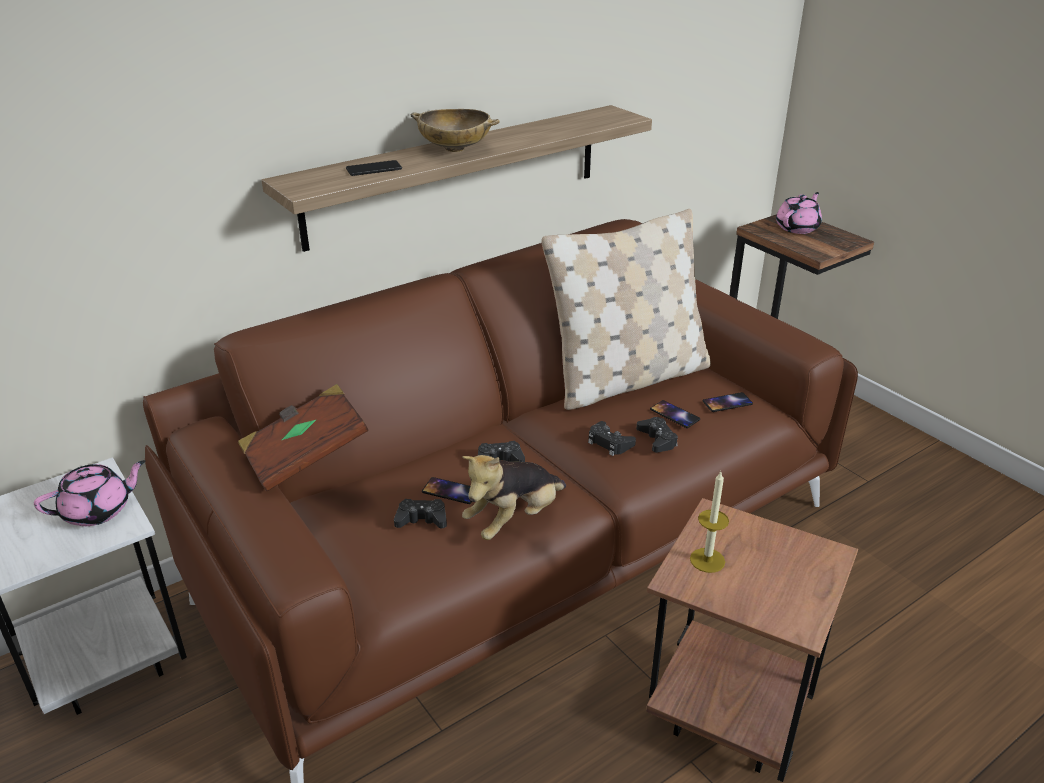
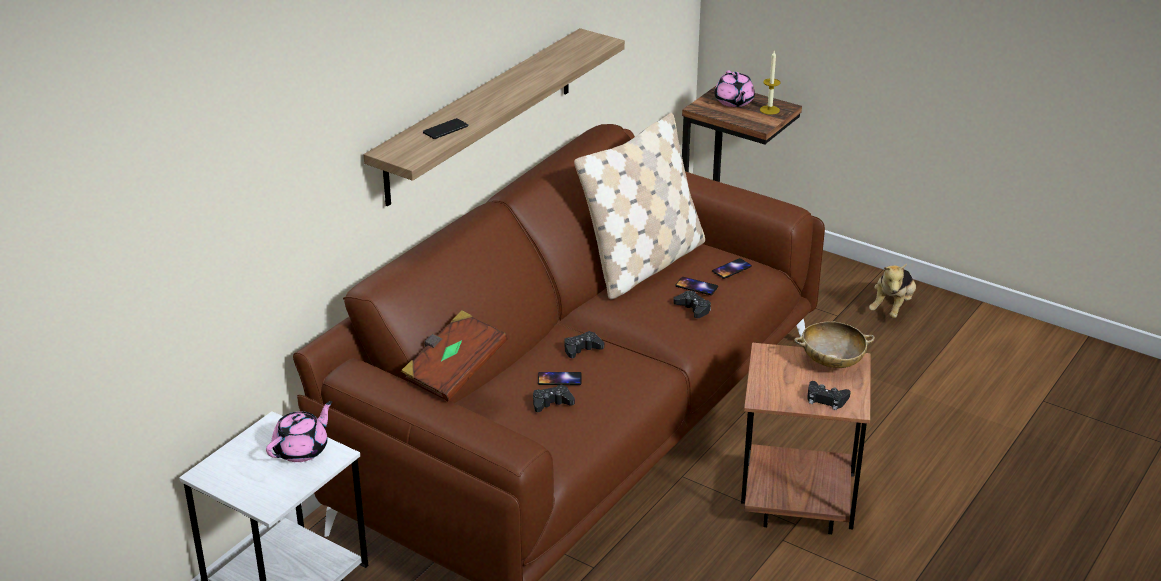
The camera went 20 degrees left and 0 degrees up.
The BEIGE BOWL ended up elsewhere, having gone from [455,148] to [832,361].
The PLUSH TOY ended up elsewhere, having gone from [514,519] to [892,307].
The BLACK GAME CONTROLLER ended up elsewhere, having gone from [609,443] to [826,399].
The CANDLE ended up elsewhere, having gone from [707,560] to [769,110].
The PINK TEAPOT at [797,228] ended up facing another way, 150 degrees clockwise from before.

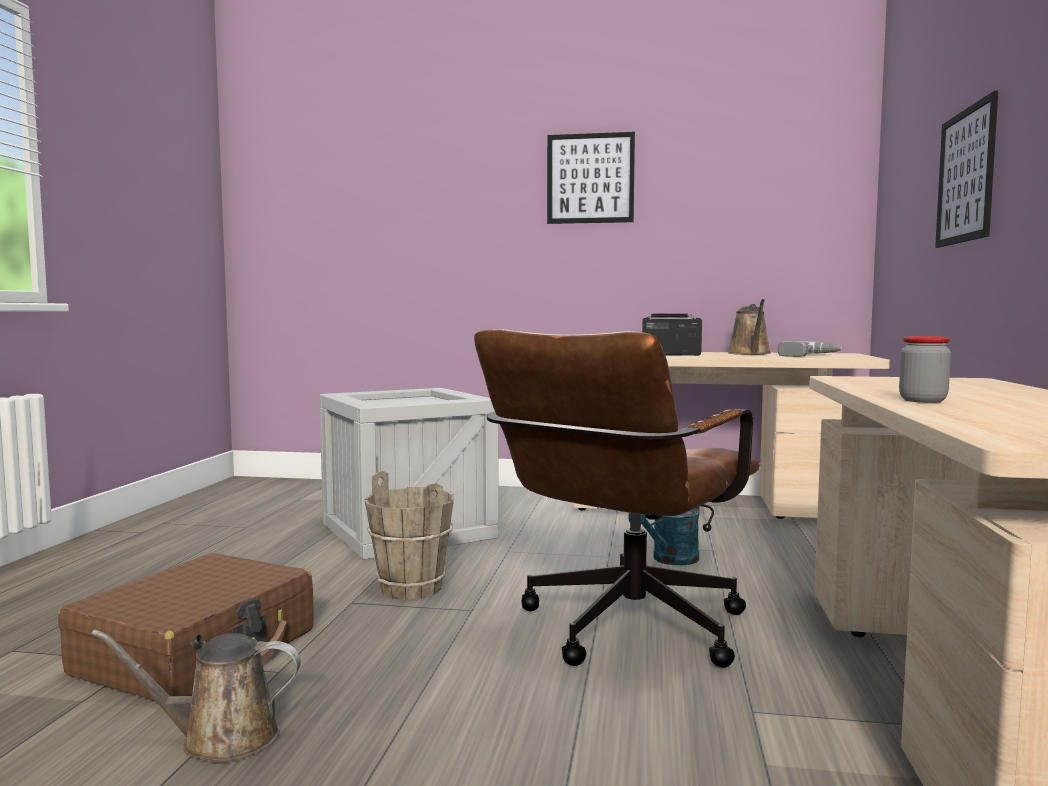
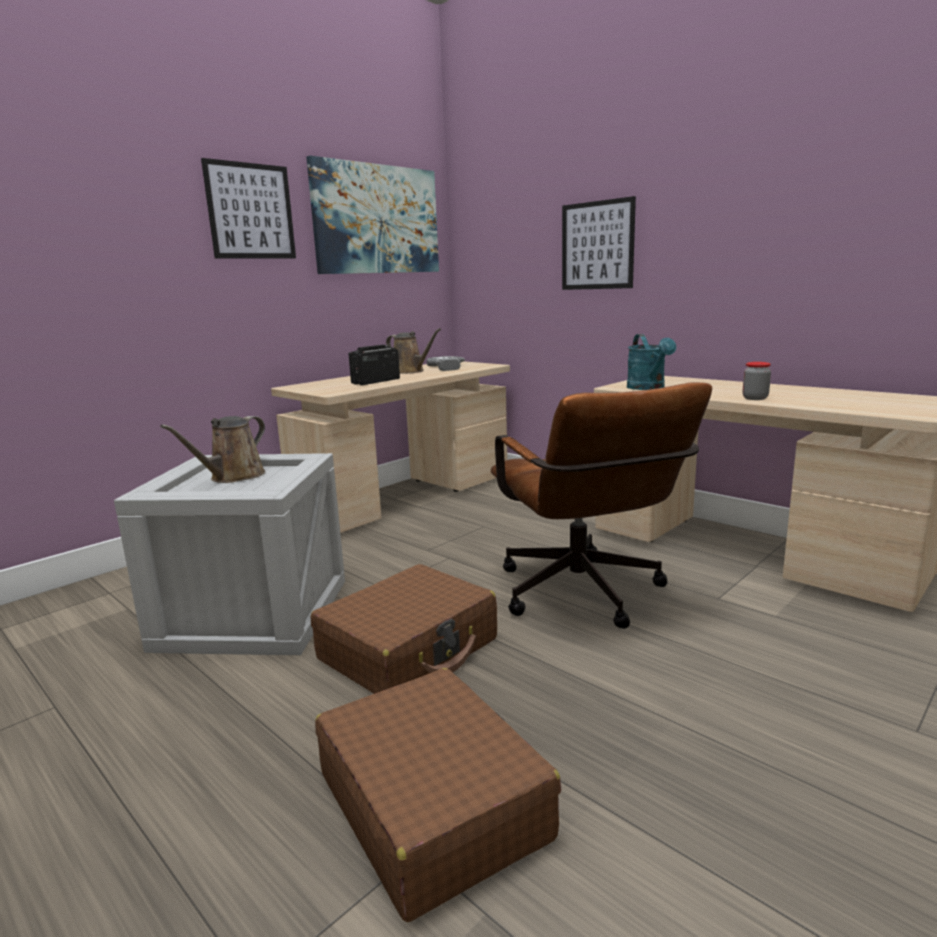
The camera went 55 degrees left and 10 degrees up.
The second view gained the PICTURE at [377,220].
The BROWN WATERING CAN ended up elsewhere, having gone from [220,738] to [233,477].
The TURQUOISE WATERING CAN ended up elsewhere, having gone from [670,560] to [648,388].
Where the BROWN BUCKET stood at [412,588], the BROWN SUITCASE came to stand at [409,649].

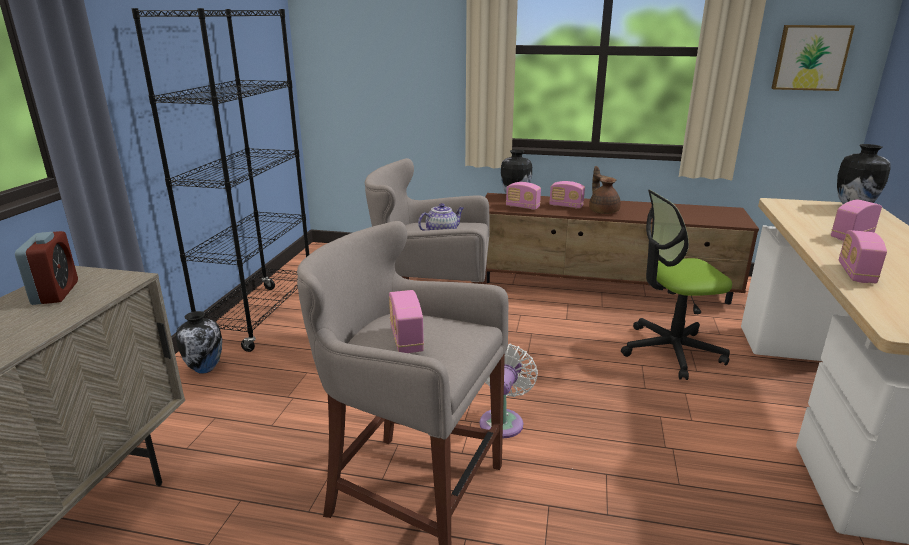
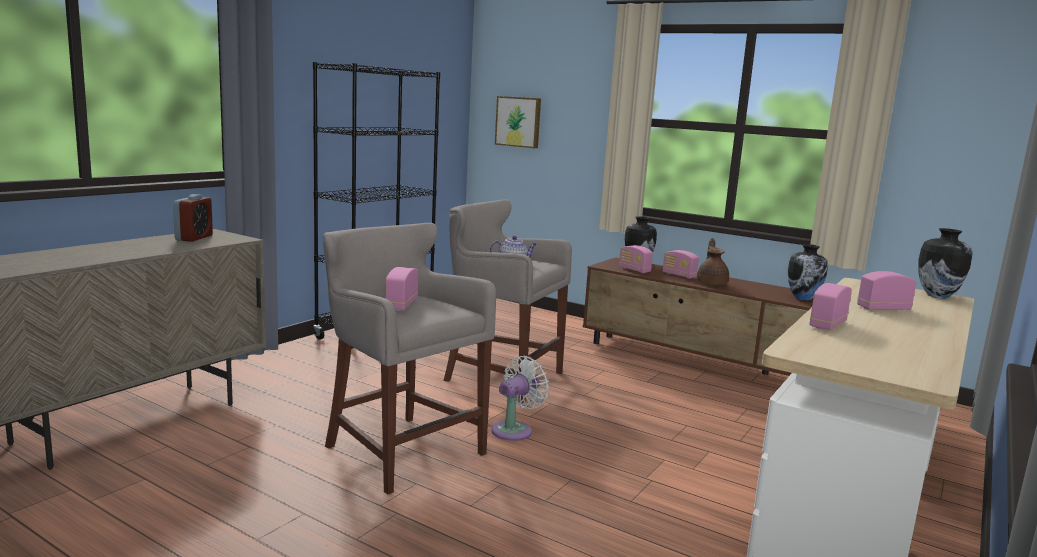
The camera went 20 degrees right and 10 degrees down.
The second view lost the OFFICE CHAIR at [671,351].
The VASE ended up elsewhere, having gone from [205,369] to [803,298].
The PICTURE ended up elsewhere, having gone from [810,57] to [518,122].

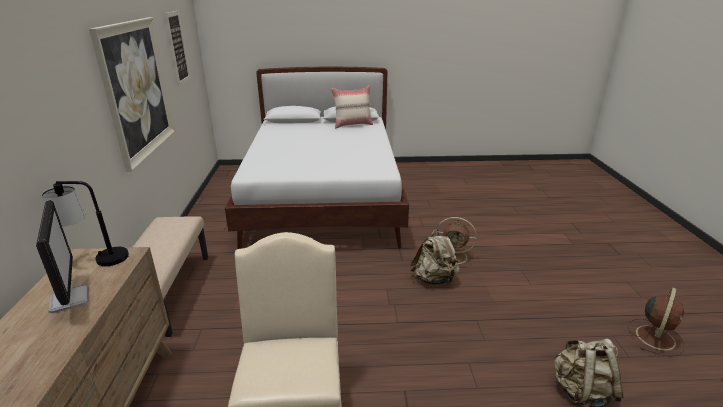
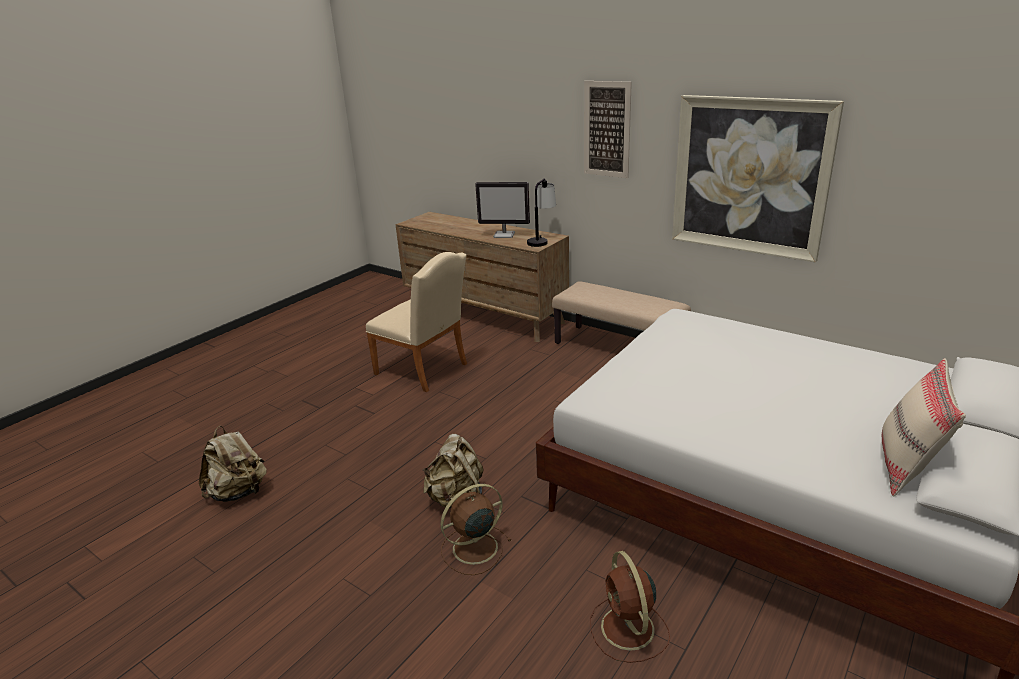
The camera went 130 degrees right and 0 degrees up.
The PICTURE ended up elsewhere, having gone from [178,48] to [606,129].
The BROWN FAN ended up elsewhere, having gone from [655,336] to [628,630].

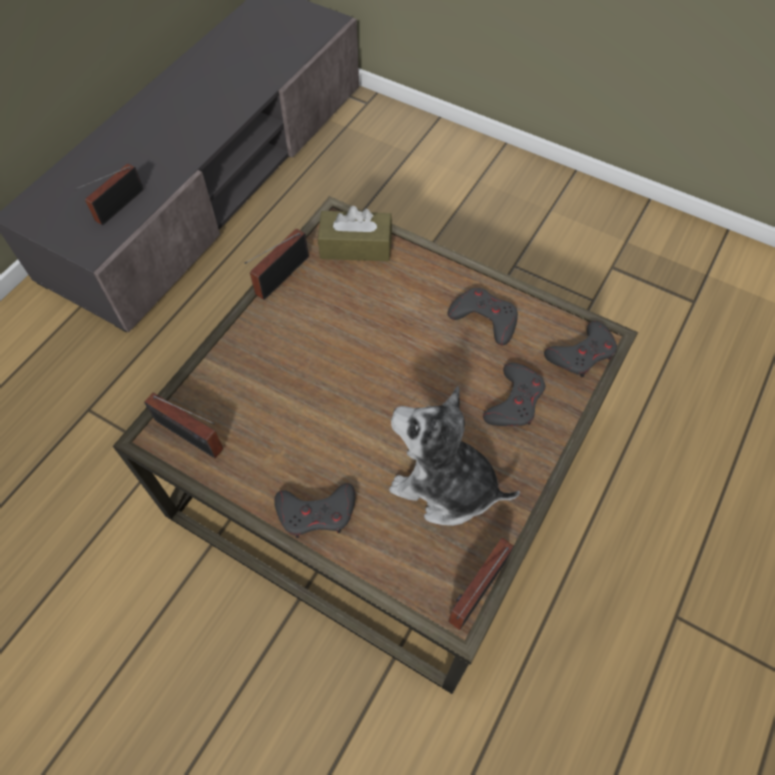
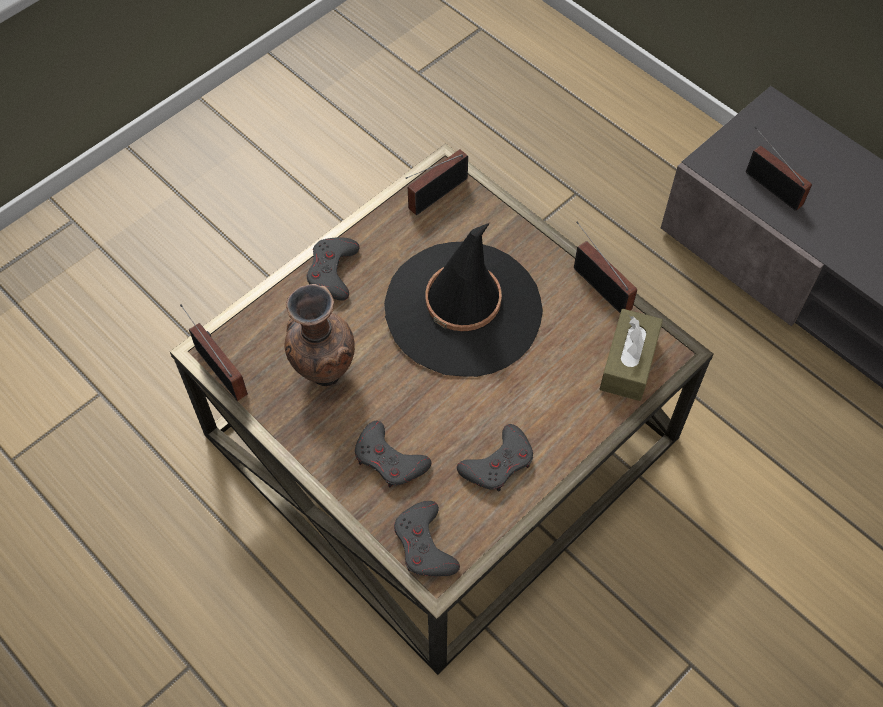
The camera went 105 degrees right and 0 degrees up.
The second view gained the BLACK HAT at [463,309].
Where the PLUSH TOY stood at [444,485], the BROWN VASE came to stand at [323,373].

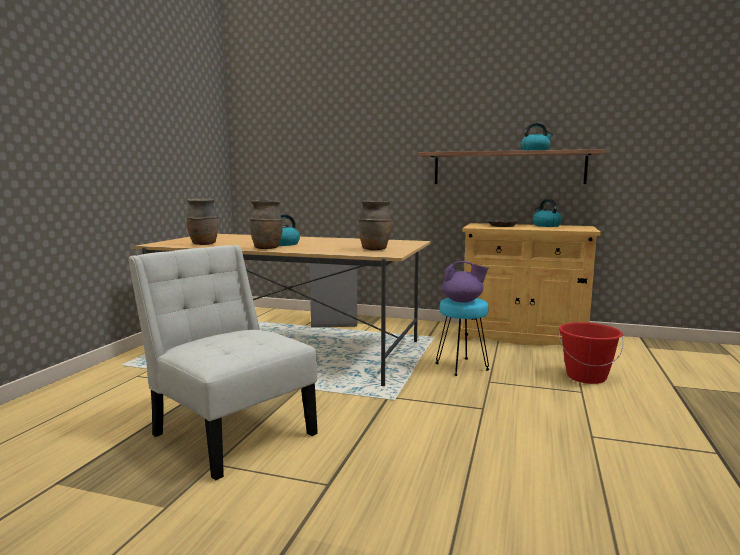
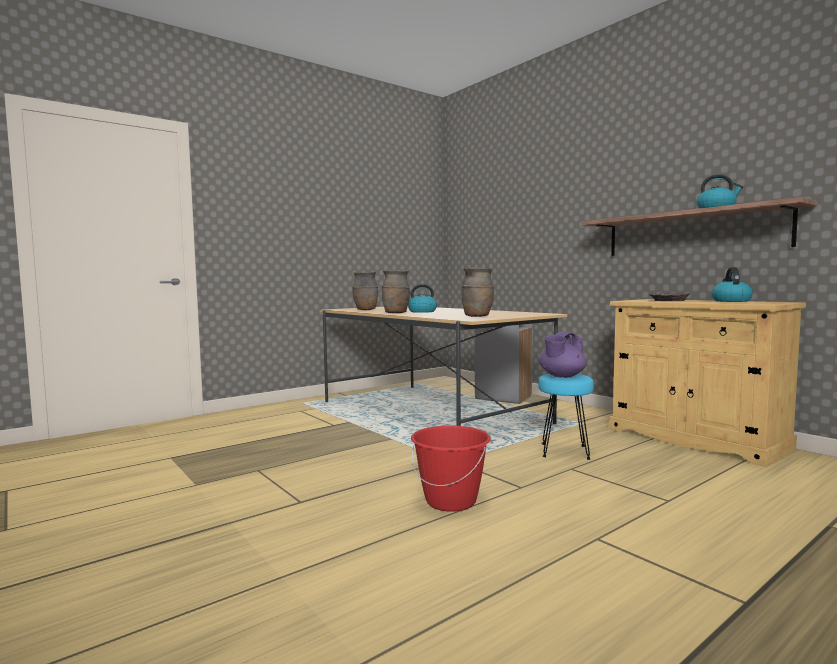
The camera went 35 degrees right and 5 degrees down.
The second view lost the WHITE CHAIR at [230,431].
The RED BUCKET ended up elsewhere, having gone from [586,377] to [451,501].
The PURPLE TEAPOT at [463,301] ended up facing another way, 90 degrees clockwise from before.

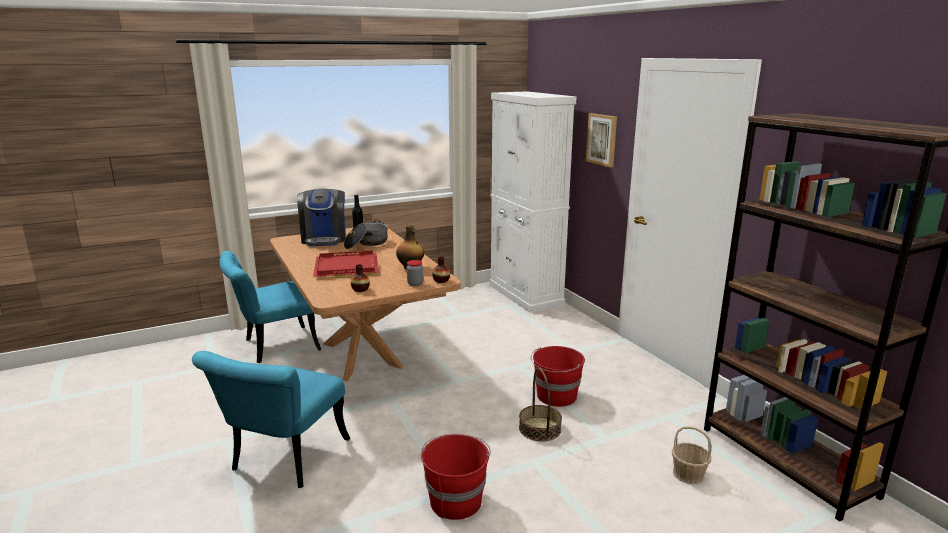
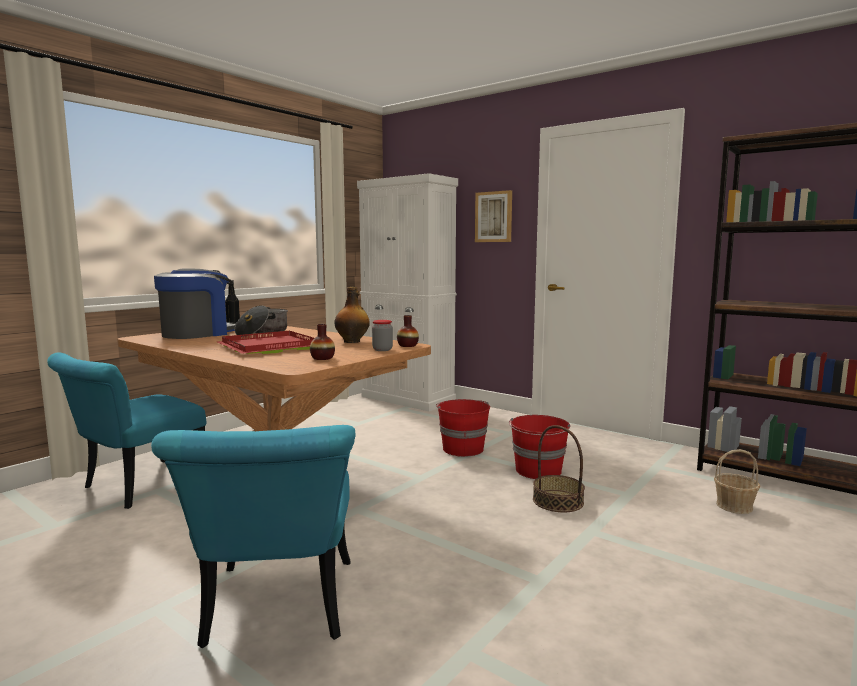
The camera went 25 degrees left and 10 degrees down.
The RED BUCKET ended up elsewhere, having gone from [455,500] to [462,449].
The COFFEE MACHINE at [324,239] ended up facing another way, 105 degrees counterclockwise from before.

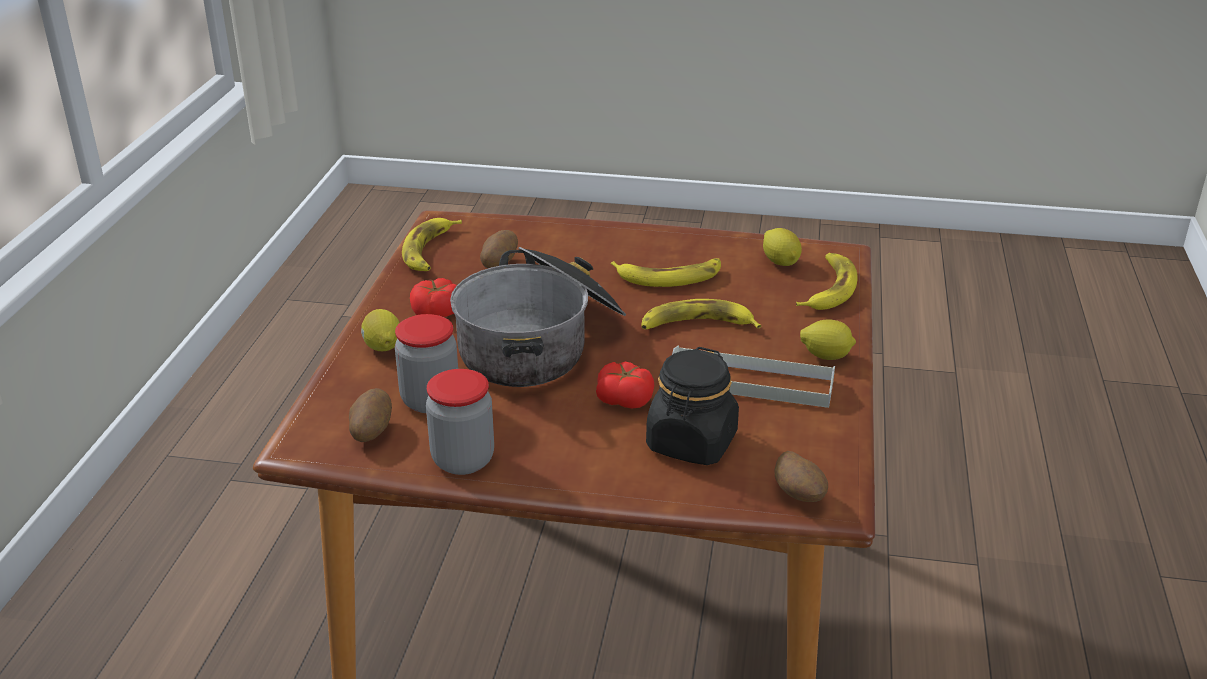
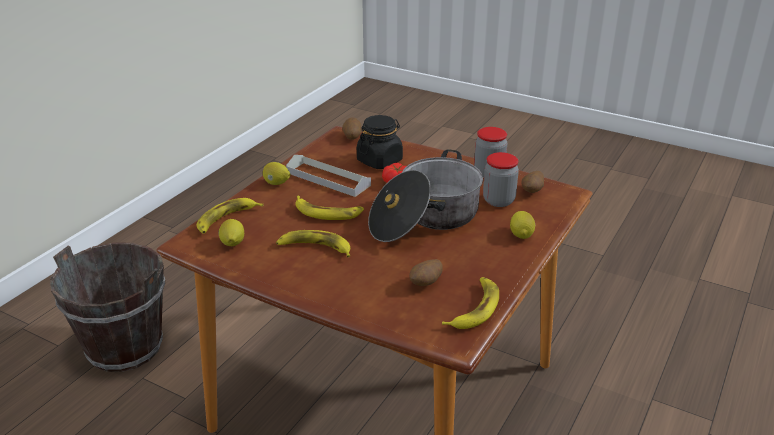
The camera went 160 degrees left and 0 degrees up.
The second view lost the TOMATO at [437,312].
The second view gained the BROWN BUCKET at [125,347].

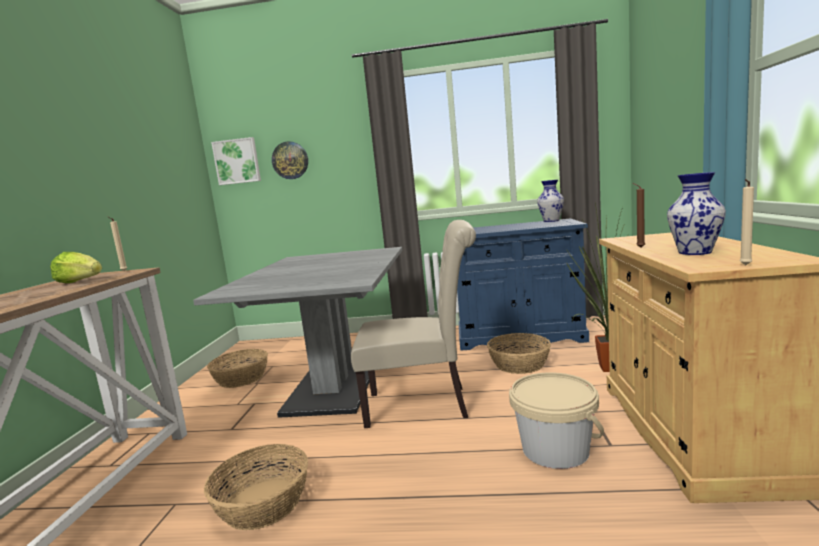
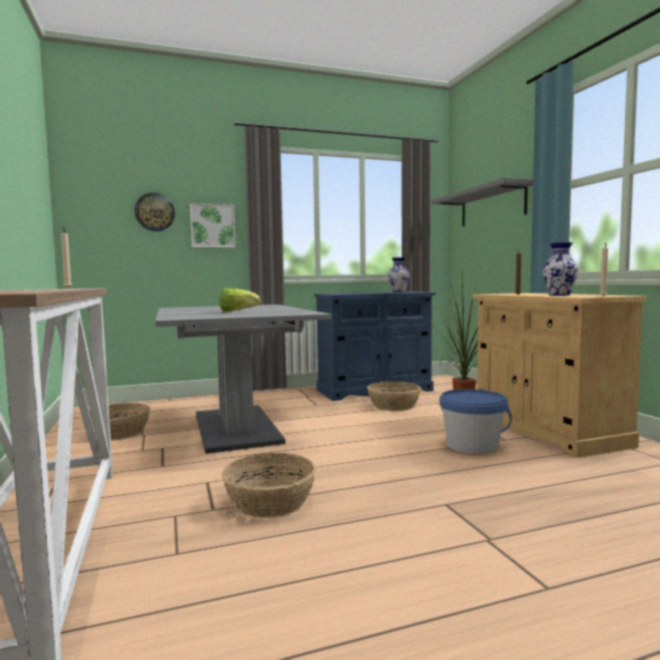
The camera went 25 degrees left and 5 degrees down.
The second view lost the BEIGE CHAIR at [424,405].
The second view gained the GREY SHELF at [492,206].
The LETTUCE ended up elsewhere, having gone from [80,282] to [237,311].
The PICTURE ended up elsewhere, having gone from [237,161] to [212,226].
What was the BEIGE BUCKET at [555,449] turned into the BLUE BUCKET at [472,445].

